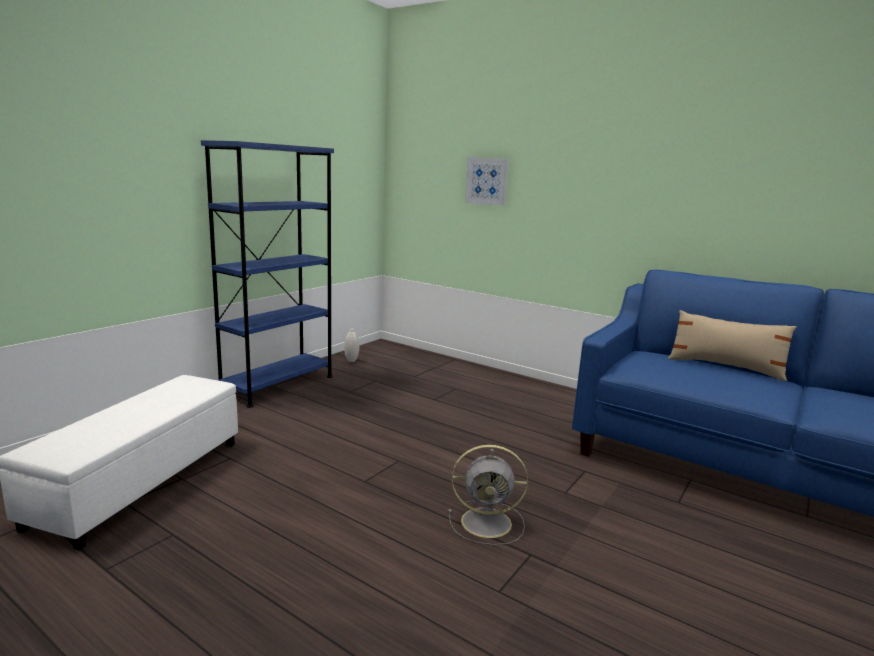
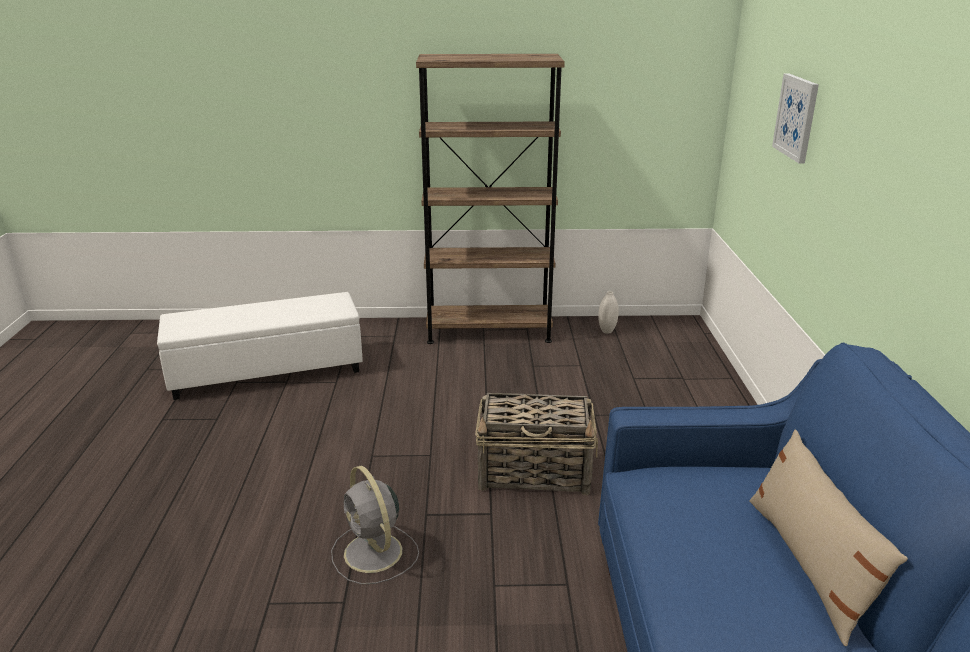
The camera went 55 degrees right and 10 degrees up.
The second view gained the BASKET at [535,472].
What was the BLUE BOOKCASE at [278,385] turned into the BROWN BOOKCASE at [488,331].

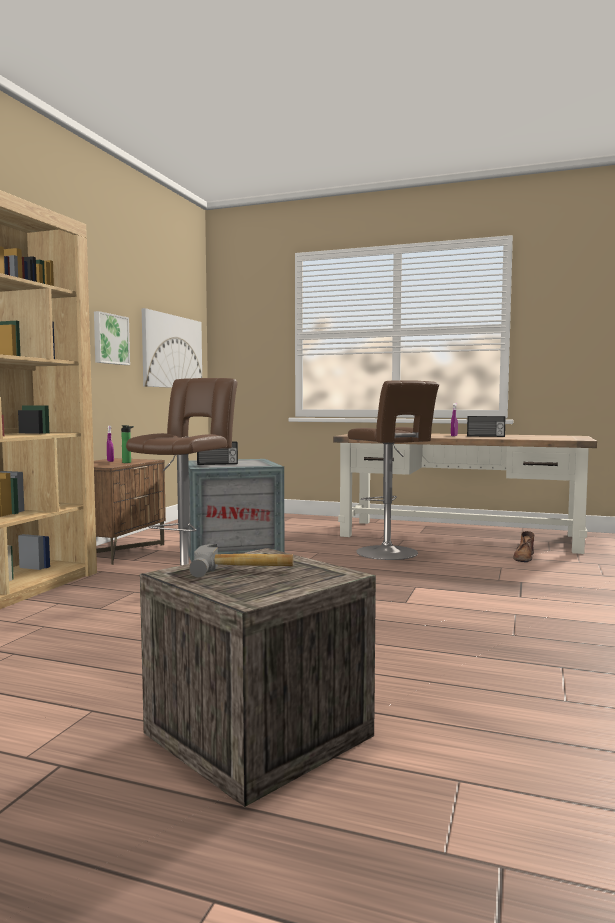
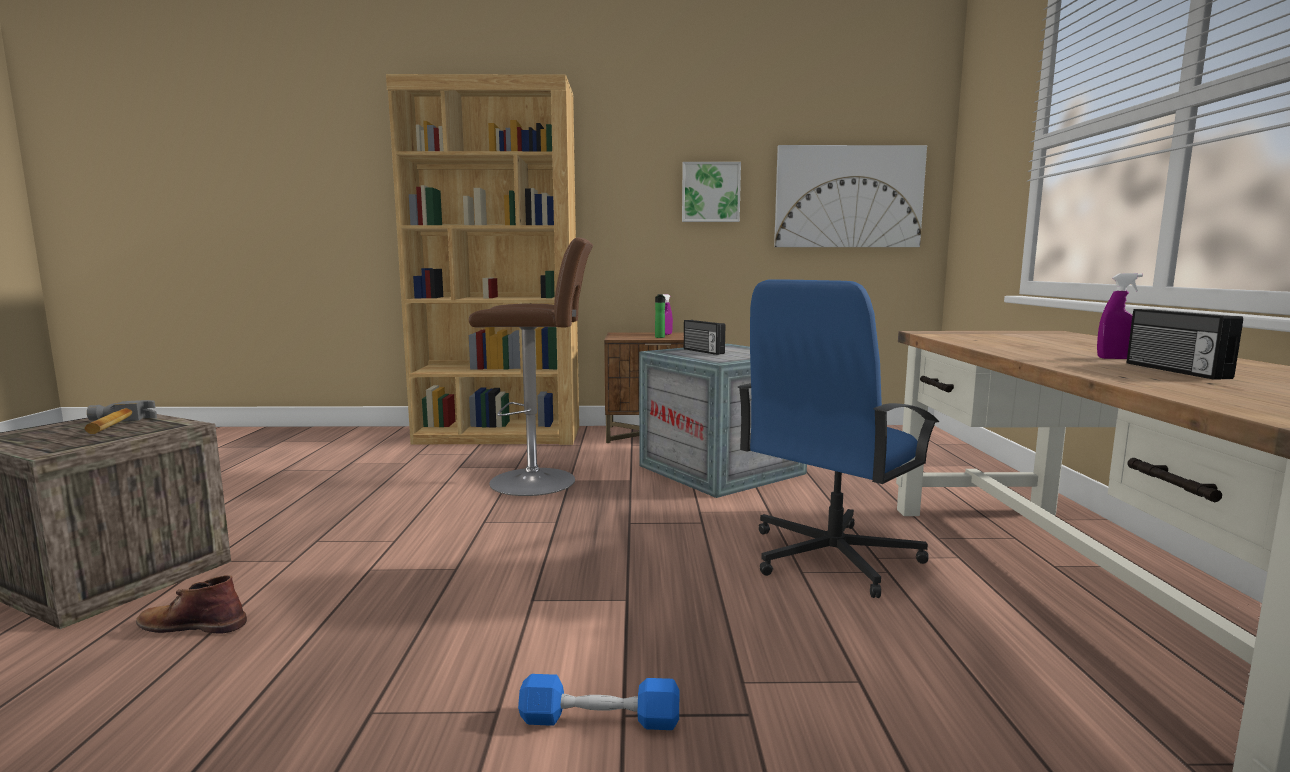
The camera went 70 degrees right and 5 degrees up.
The second view gained the BLUE DUMBBELL at [600,720].
The BROWN BOOT ended up elsewhere, having gone from [524,557] to [192,624].
Where the BROWN STOOL stood at [389,553], the BLUE OFFICE CHAIR came to stand at [830,557].

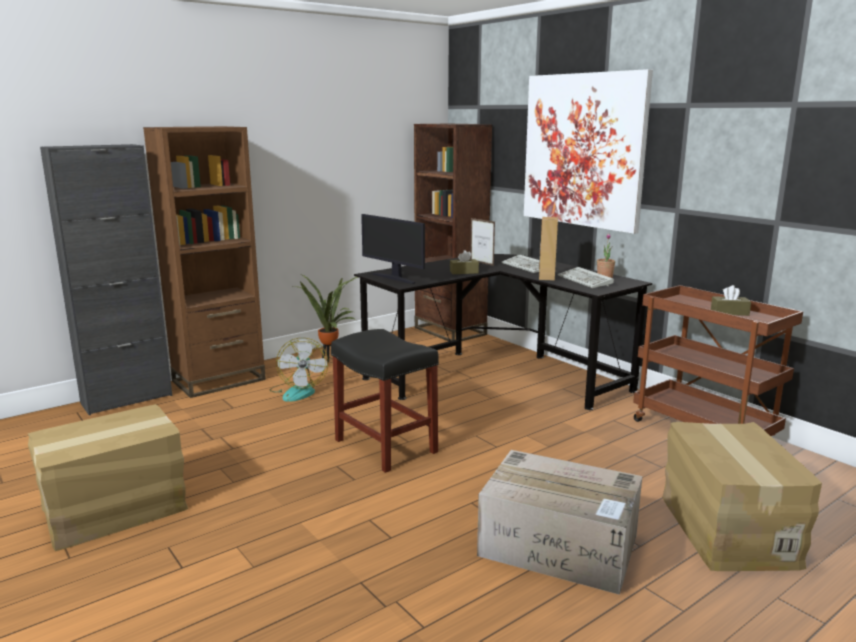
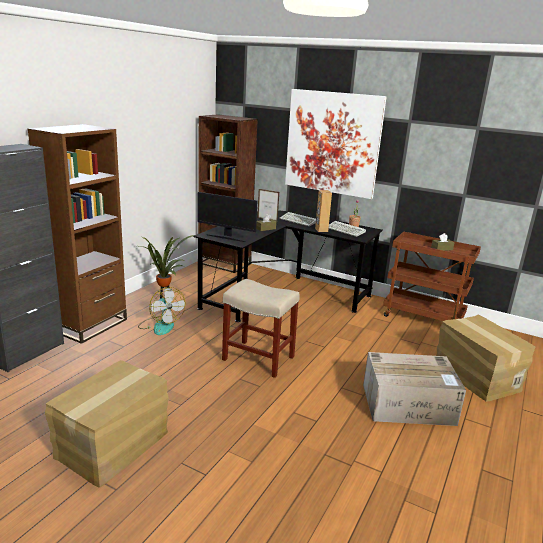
The camera went 25 degrees left and 5 degrees up.
What was the BLACK STOOL at [384,445] turned into the BEIGE STOOL at [257,358].

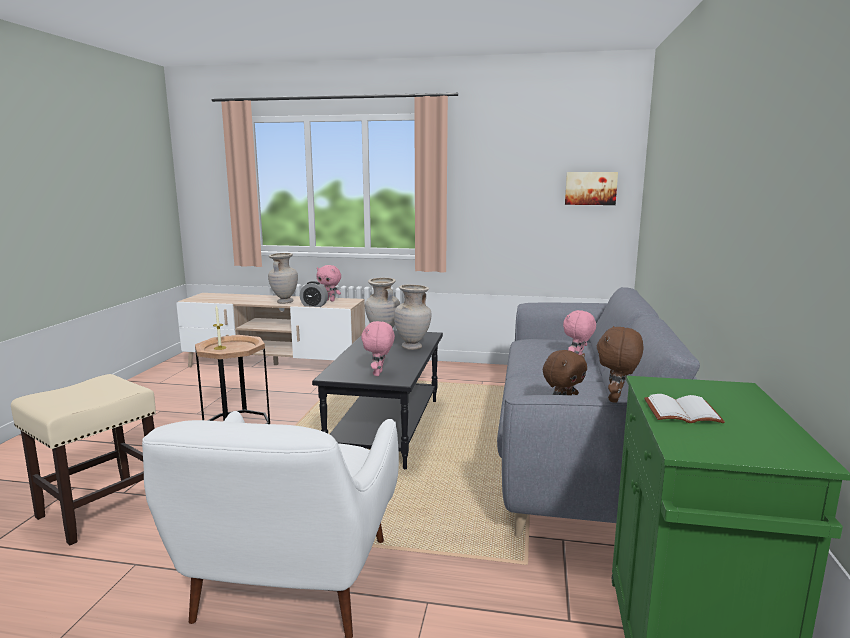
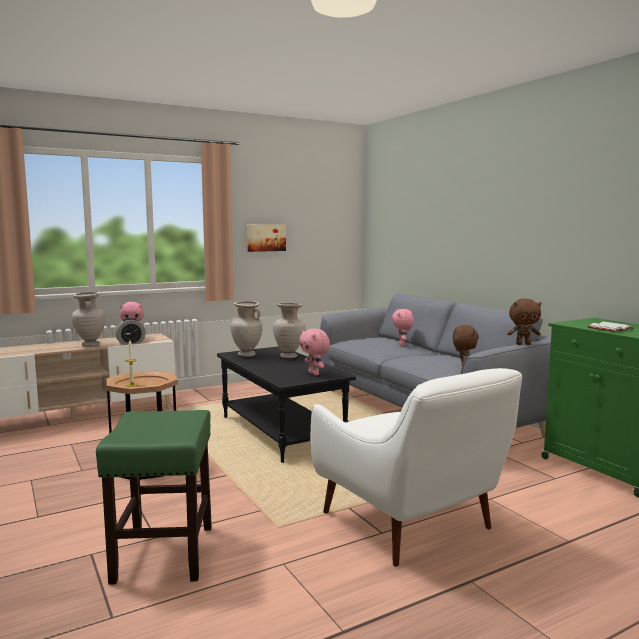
The camera went 40 degrees left and 5 degrees down.
The PICTURE ended up elsewhere, having gone from [590,188] to [266,237].
What was the BEIGE STOOL at [100,510] turned into the GREEN STOOL at [164,554].
The BROWN PLUSH TOY at [616,399] ended up facing another way, 75 degrees counterclockwise from before.

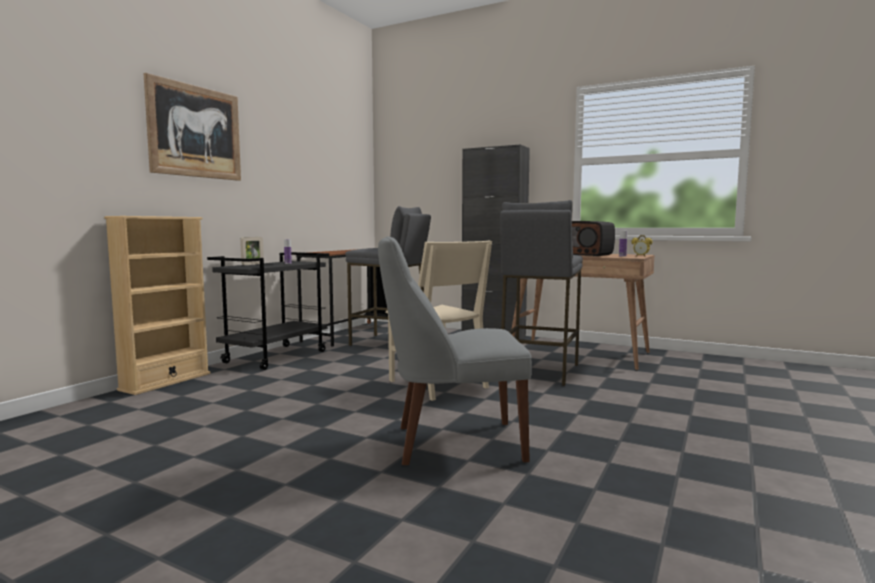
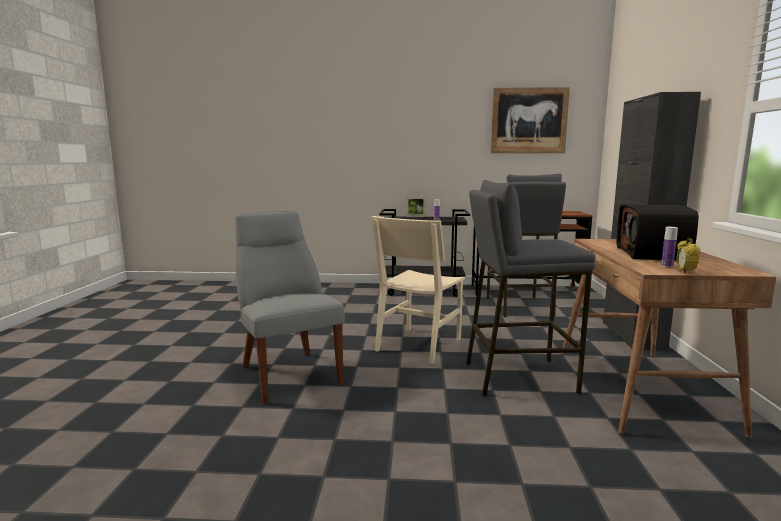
The camera went 65 degrees right and 5 degrees up.
The second view lost the BEIGE BOOKCASE at [166,381].
The PICTURE ended up elsewhere, having gone from [195,131] to [529,120].

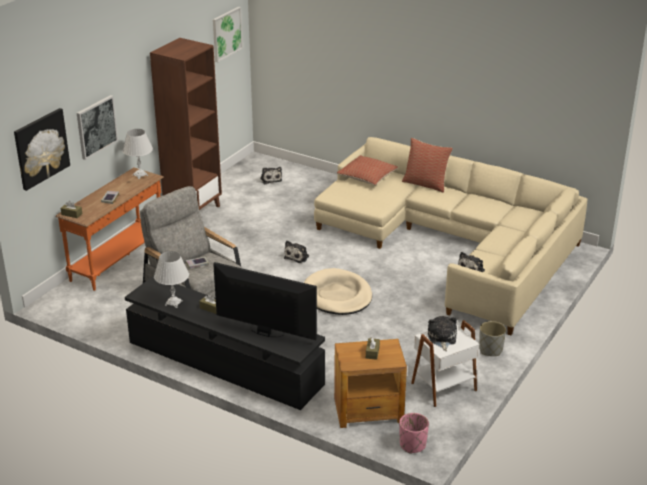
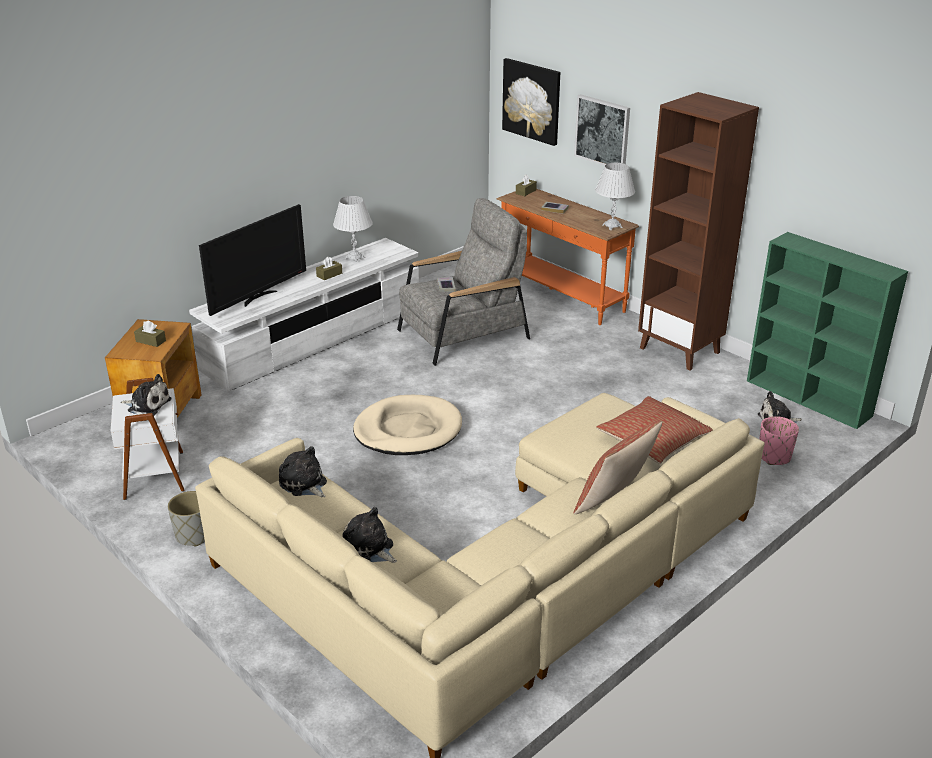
The camera went 105 degrees right and 0 degrees up.
The second view lost the PICTURE at [226,34].
The second view gained the GREEN BOOKCASE at [809,398].
The PLUSH TOY ended up elsewhere, having gone from [297,256] to [369,549].
The PINK PLANTER ended up elsewhere, having gone from [412,445] to [773,456].
What was the BLACK TV STAND at [225,364] turned into the WHITE TV STAND at [315,339].

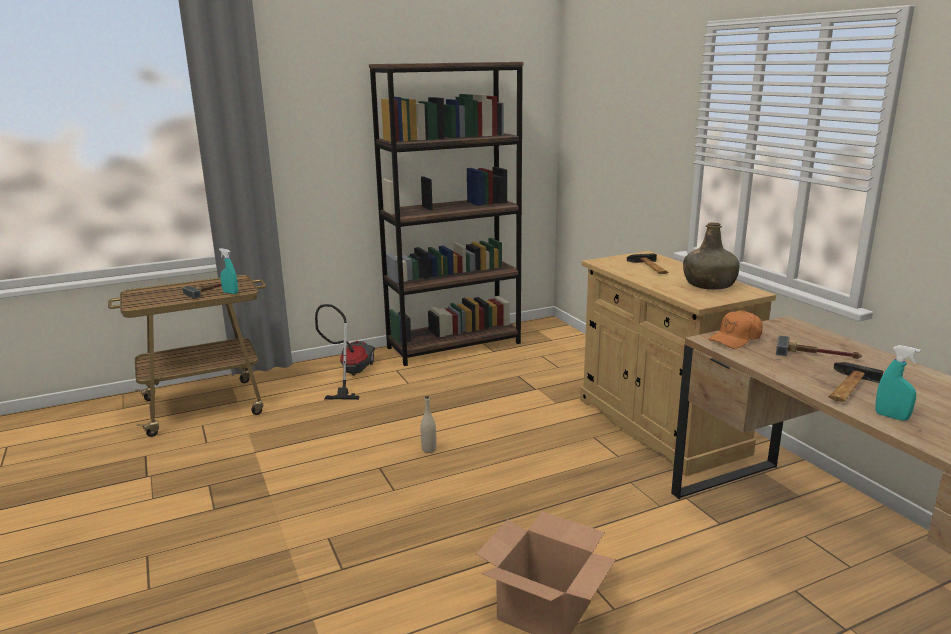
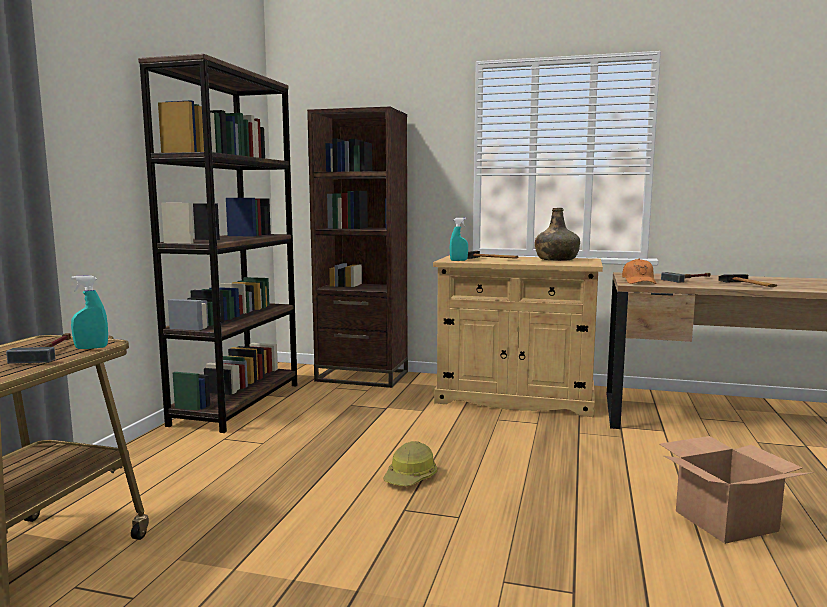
The camera went 50 degrees left and 10 degrees down.
The second view lost the VACUUM CLEANER at [350,374].
The second view gained the BROWN BOOKCASE at [362,376].
The TURQUOISE SPRAY BOTTLE ended up elsewhere, having gone from [891,416] to [458,260].
Where the BEIGE BOTTLE stood at [429,449], the HARD HAT came to stand at [411,477].

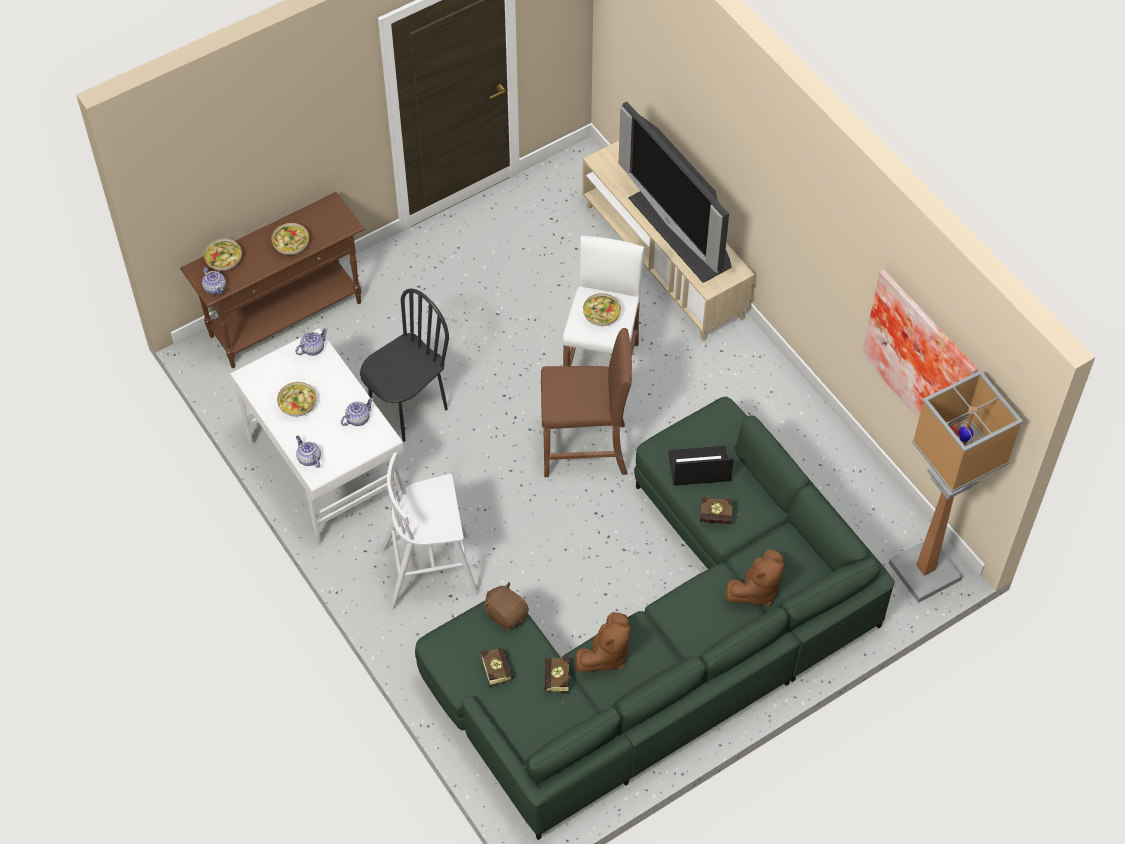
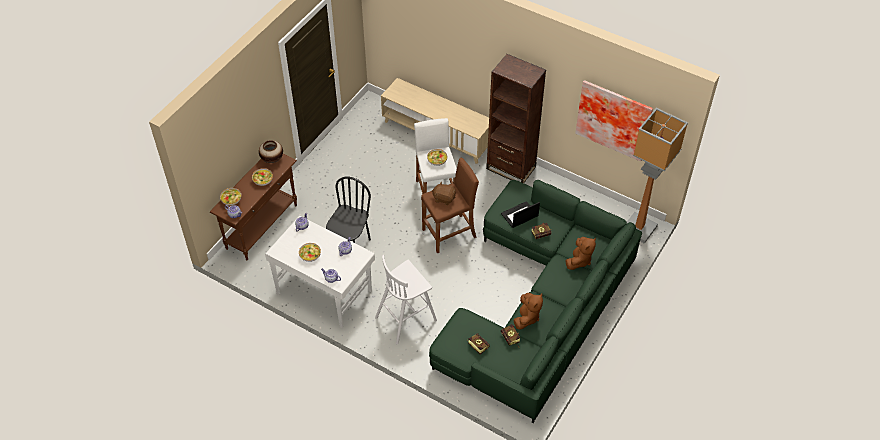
The camera went 25 degrees left and 5 degrees down.
The second view lost the TELEVISION at [682,231].
The second view gained the VASE at [272,159].
The second view gained the BROWN BOOKCASE at [511,168].
The BROWN PLUSH TOY ended up elsewhere, having gone from [506,614] to [444,198].

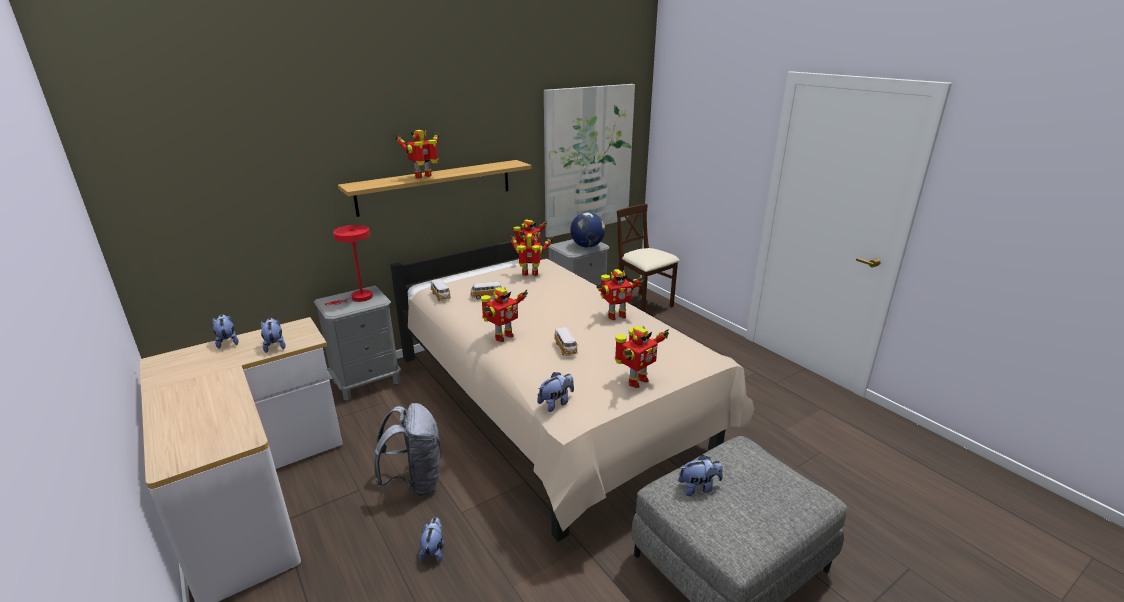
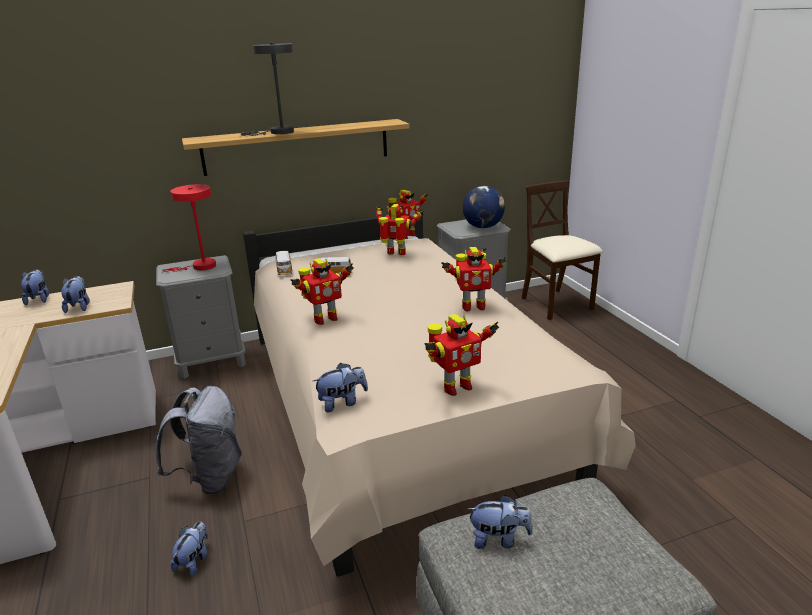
The camera went 15 degrees right and 0 degrees up.
The second view lost the PICTURE at [588,160].
The second view lost the TOY CAR at [566,349].
Where the TOY ROBOT stood at [424,176], the GREY TABLE LAMP came to stand at [278,132].

